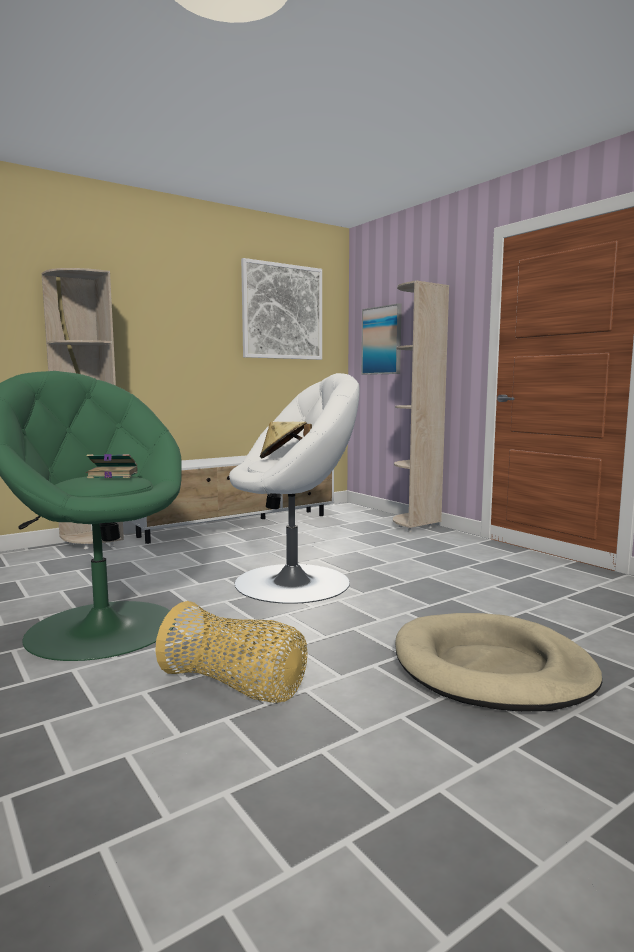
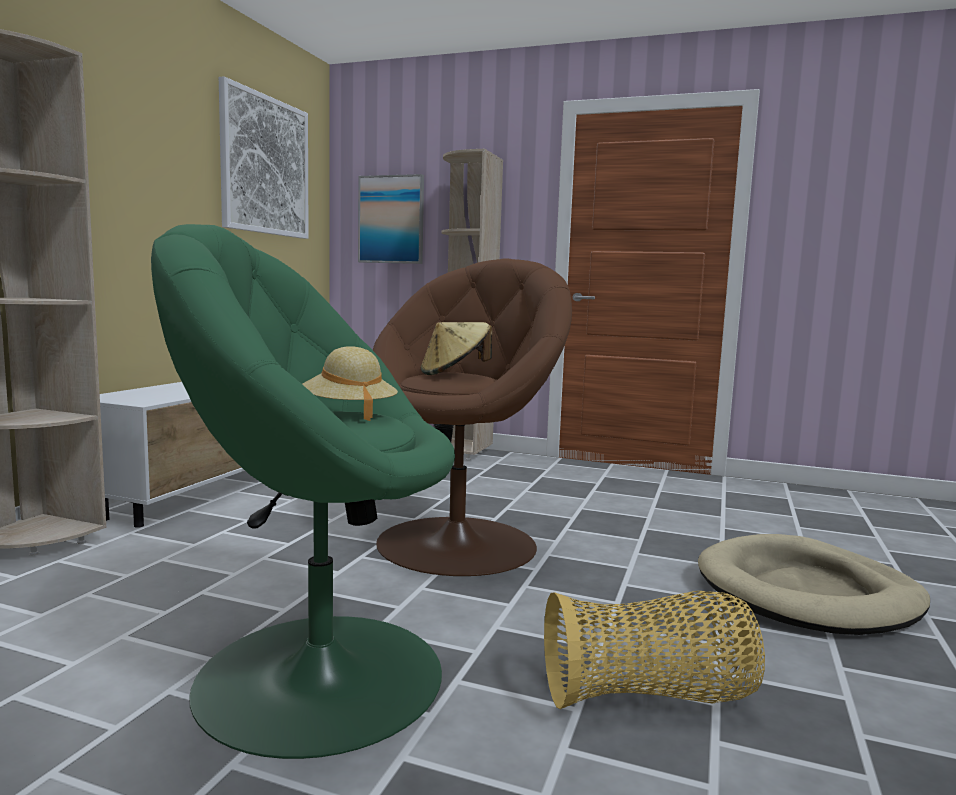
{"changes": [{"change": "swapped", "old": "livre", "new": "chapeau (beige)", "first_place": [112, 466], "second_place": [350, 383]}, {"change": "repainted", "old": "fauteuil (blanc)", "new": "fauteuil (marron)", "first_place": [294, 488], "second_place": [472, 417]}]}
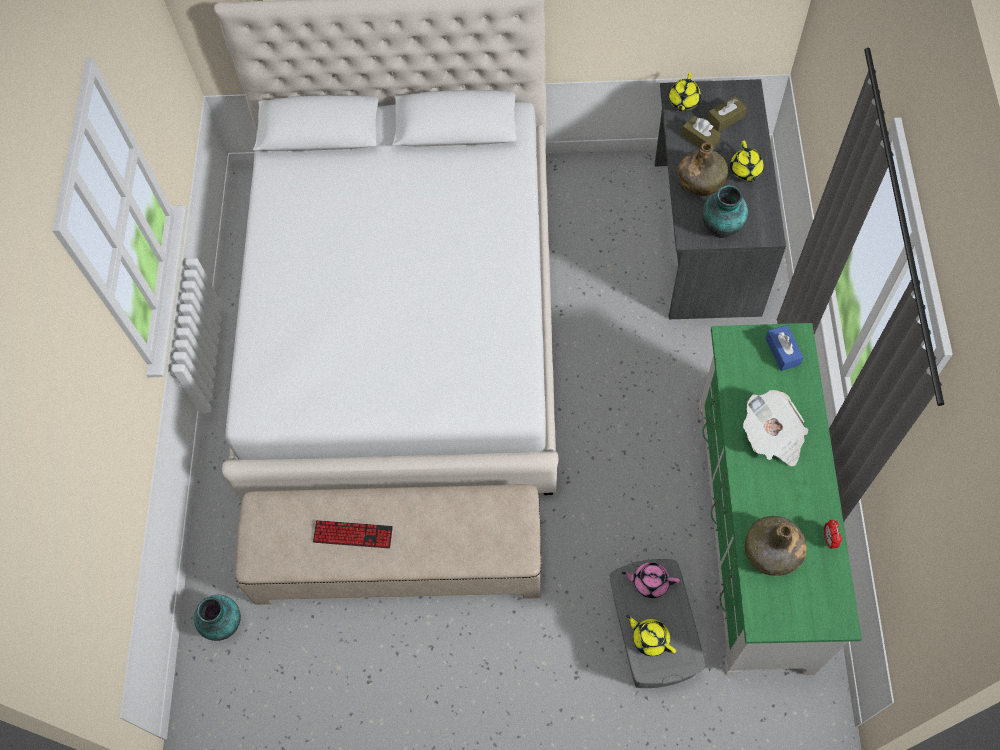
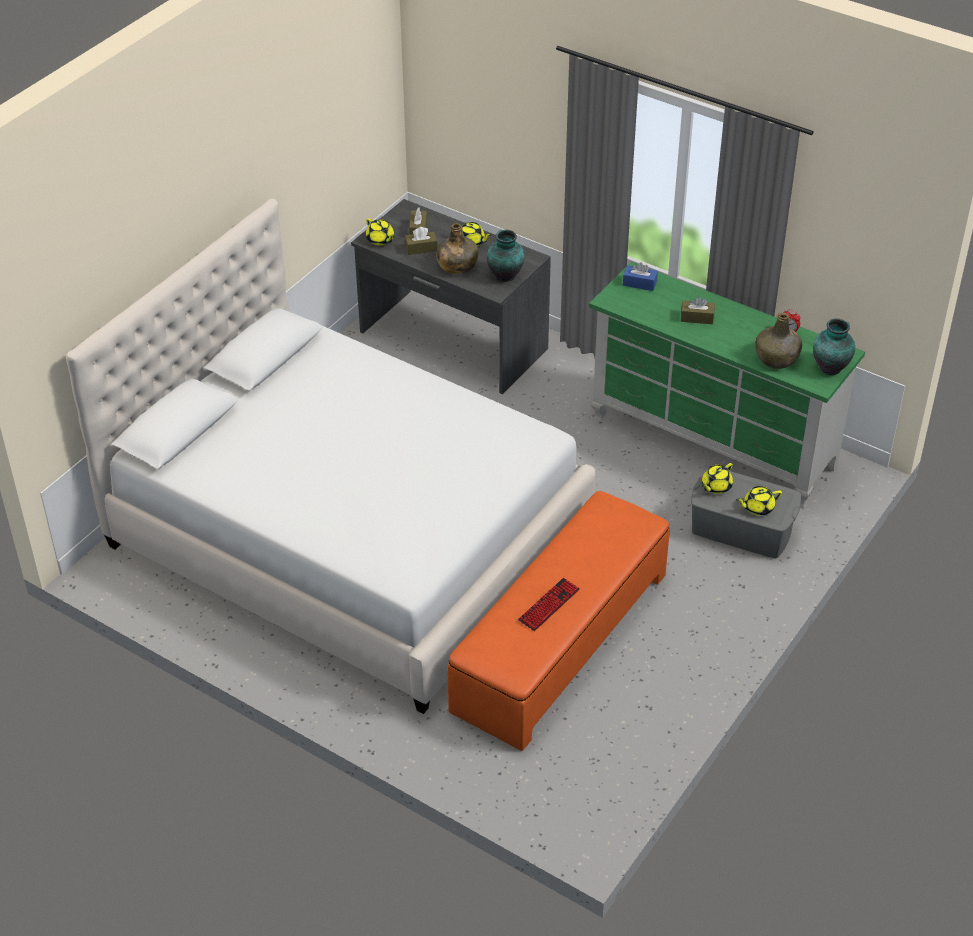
{"changes": [{"change": "shifted", "old": "vase", "first_place": [217, 618], "second_place": [834, 346]}, {"change": "swapped", "old": "journal", "new": "boîte à mouchoirs (marron)", "first_place": [775, 428], "second_place": [698, 310]}, {"change": "repainted", "old": "banc (beige)", "new": "banc (orange)", "first_place": [388, 544], "second_place": [558, 621]}, {"change": "repainted", "old": "théière (rose)", "new": "théière (jaune)", "first_place": [651, 580], "second_place": [717, 478]}]}
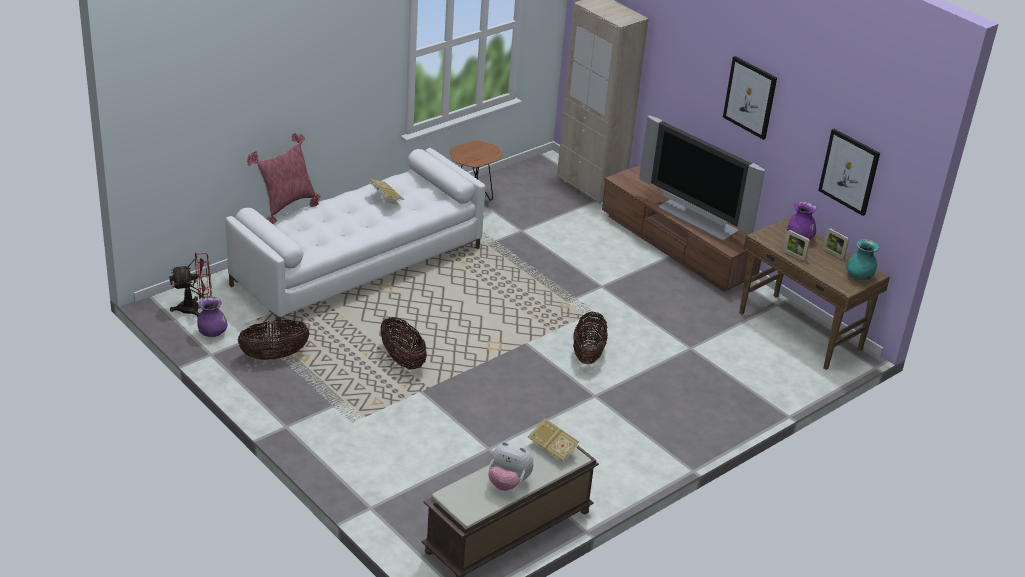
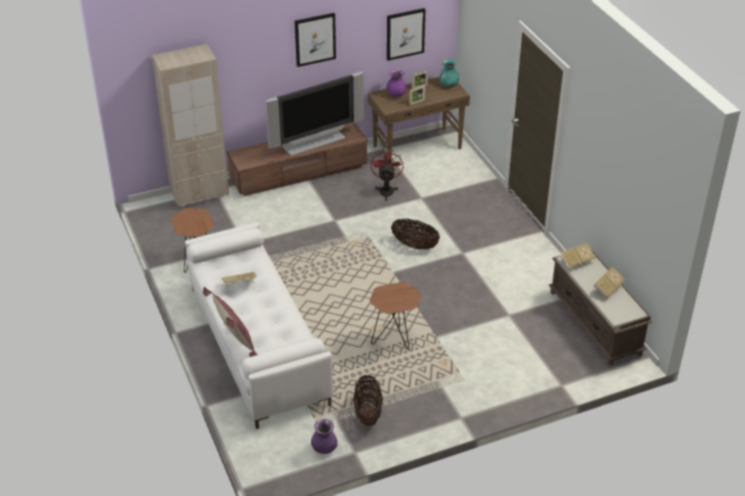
{"changes": [{"change": "shifted", "old": "ventilateur (rouge)", "first_place": [190, 285], "second_place": [387, 175]}, {"change": "swapped", "old": "panier", "new": "table d'appoint (marron)", "first_place": [404, 343], "second_place": [395, 316]}, {"change": "swapped", "old": "peluche", "new": "livre", "first_place": [510, 466], "second_place": [609, 282]}]}
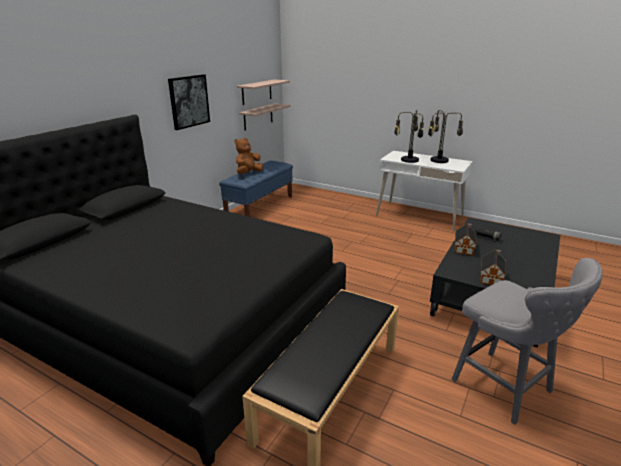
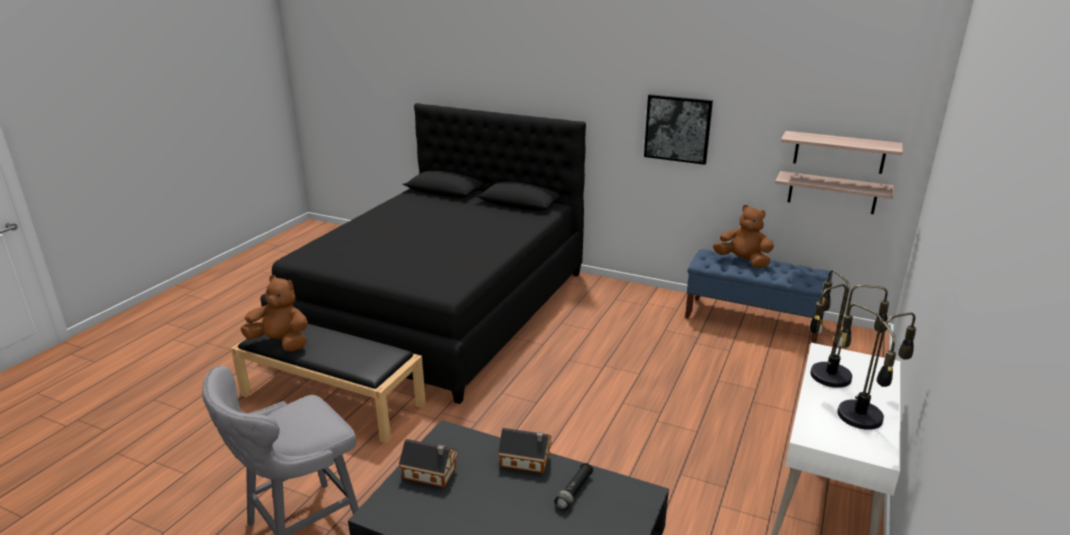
{"changes": [{"change": "new", "new": "peluche (marron)", "second_place": [274, 313]}]}
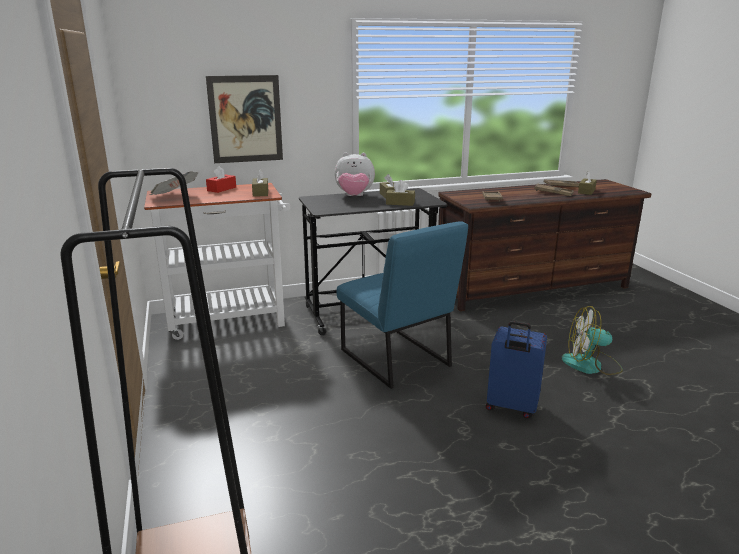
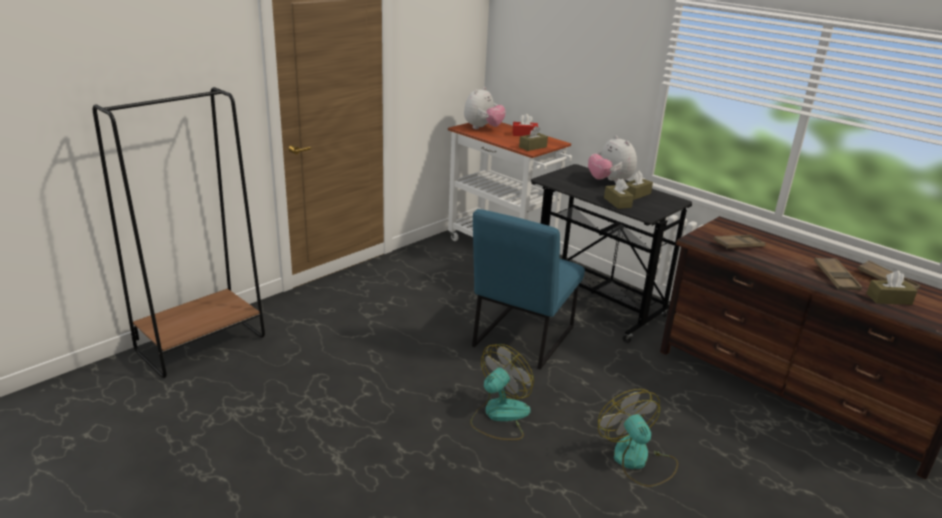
{"changes": [{"change": "gone", "old": "tableau", "first_place": [244, 119]}, {"change": "swapped", "old": "journal", "new": "peluche", "first_place": [174, 183], "second_place": [485, 108]}, {"change": "swapped", "old": "valise (bleu)", "new": "ventilateur", "first_place": [516, 369], "second_place": [502, 392]}]}
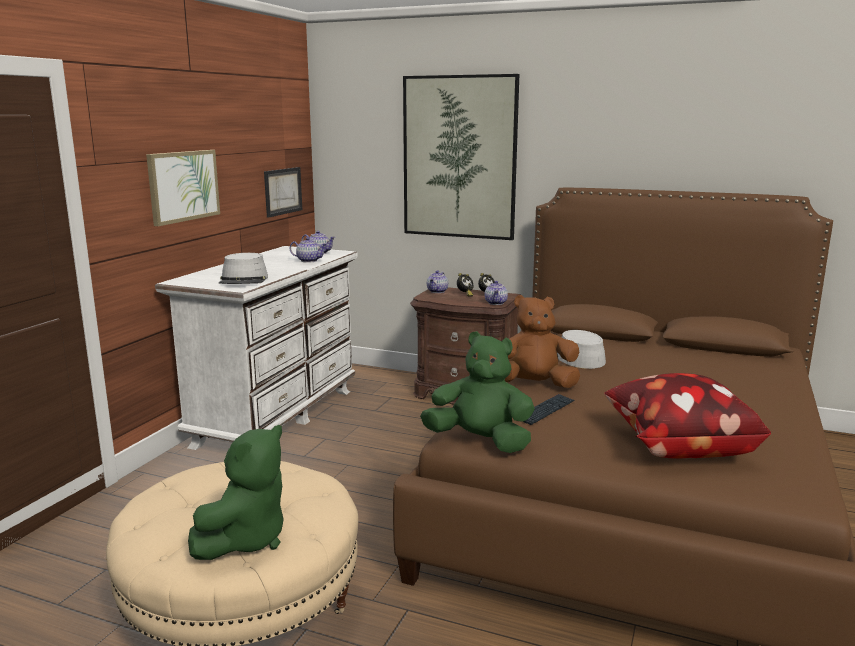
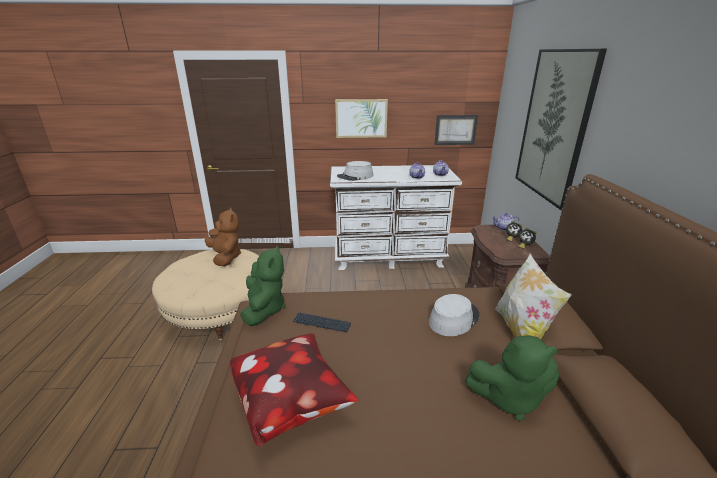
{"changes": [{"change": "gone", "old": "théière", "first_place": [496, 293]}, {"change": "new", "new": "coussin", "second_place": [533, 296]}, {"change": "shifted", "old": "peluche (vert)", "first_place": [236, 492], "second_place": [512, 378]}, {"change": "shifted", "old": "peluche (marron)", "first_place": [542, 341], "second_place": [223, 237]}]}
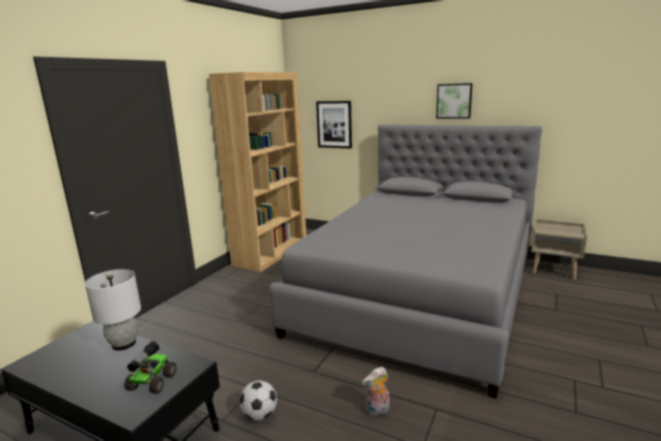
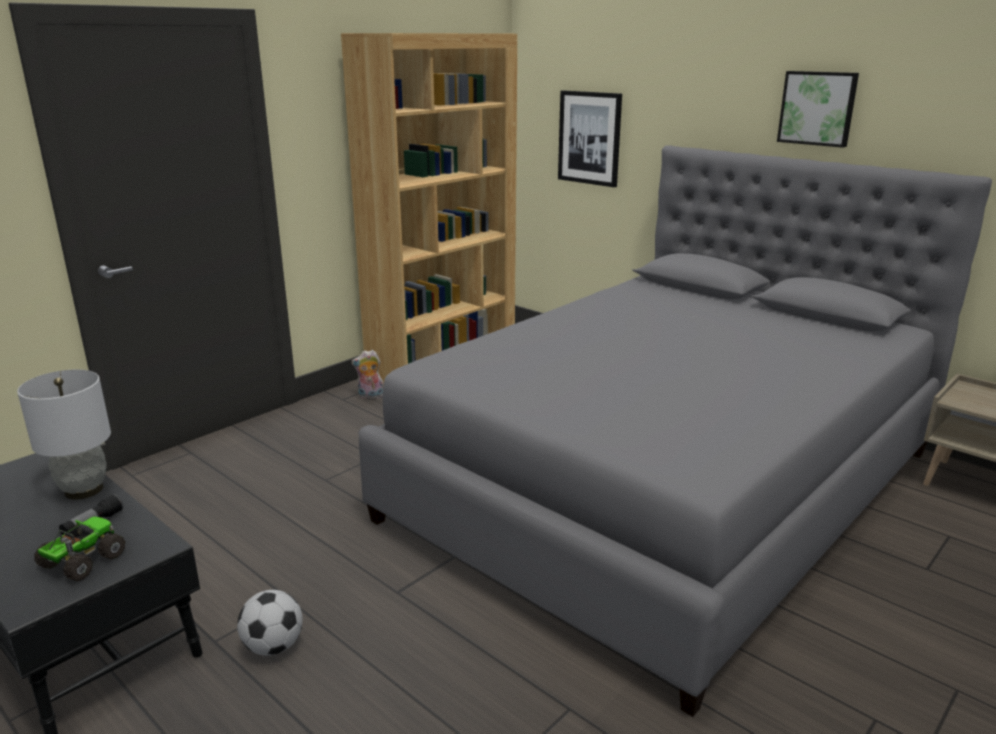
{"changes": [{"change": "shifted", "old": "peluche", "first_place": [376, 391], "second_place": [367, 374]}]}
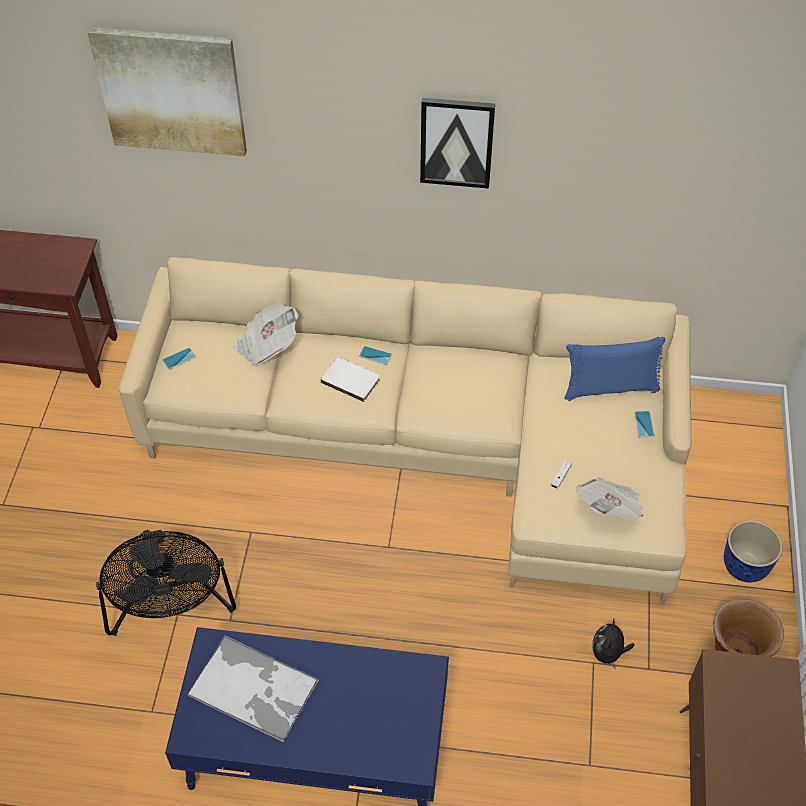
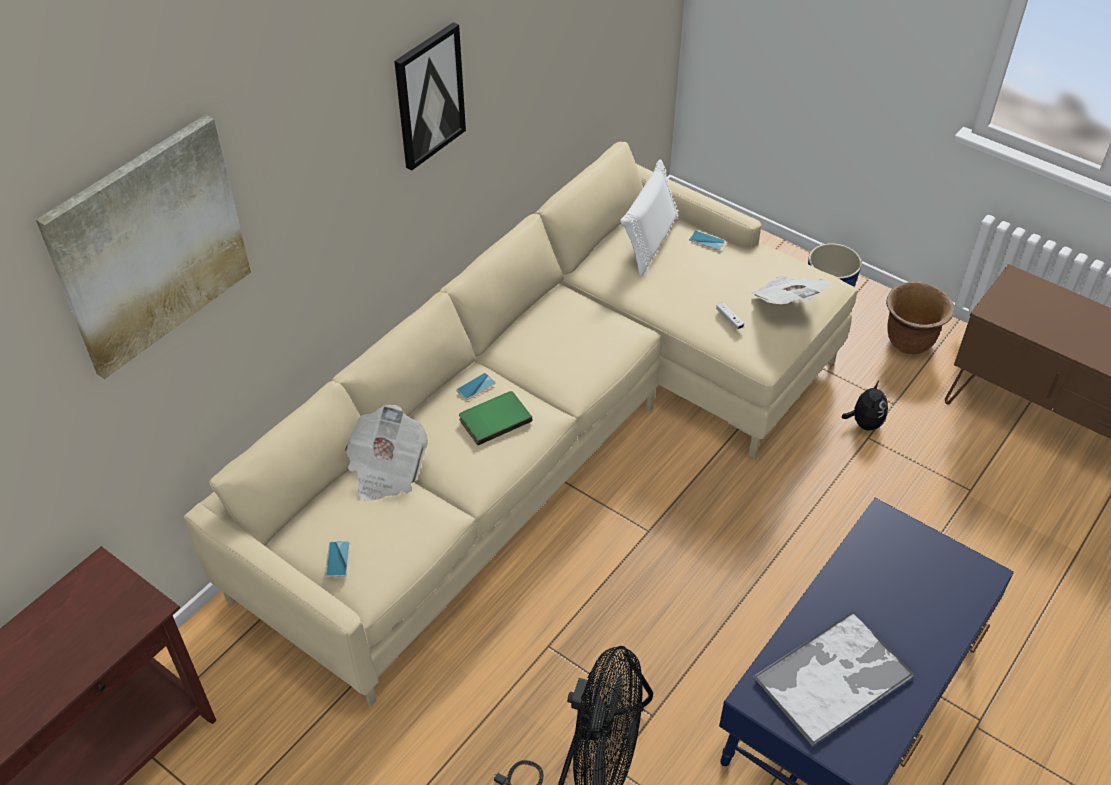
{"changes": [{"change": "repainted", "old": "livre (blanc)", "new": "livre (vert)", "first_place": [350, 379], "second_place": [495, 418]}, {"change": "repainted", "old": "coussin (bleu)", "new": "coussin (blanc)", "first_place": [615, 369], "second_place": [649, 218]}, {"change": "rotated", "old": "peluche", "first_place": [613, 643], "second_place": [865, 405], "degrees": -120}]}
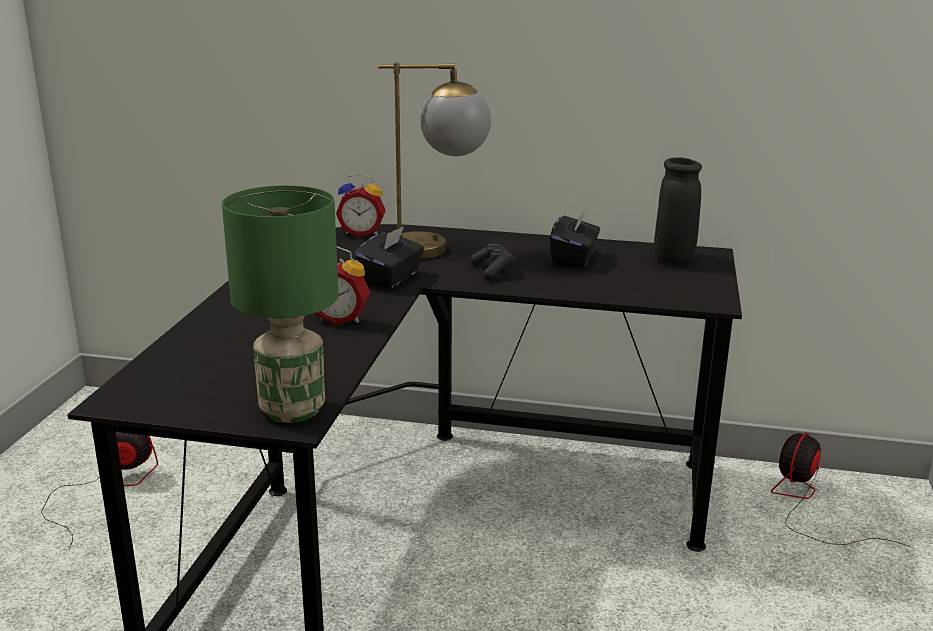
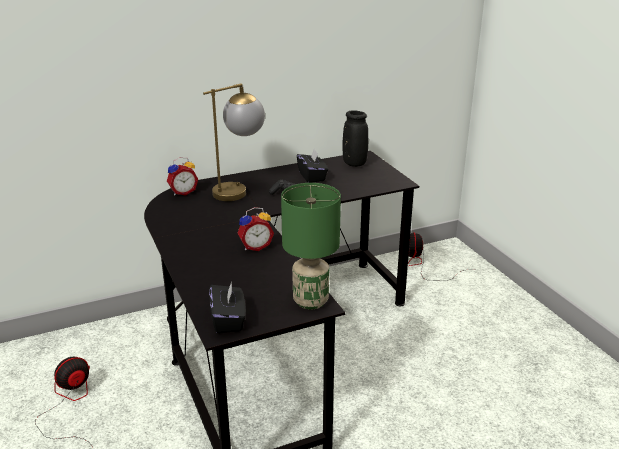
{"changes": [{"change": "shifted", "old": "boîte à mouchoirs (noir)", "first_place": [389, 257], "second_place": [227, 307]}]}
